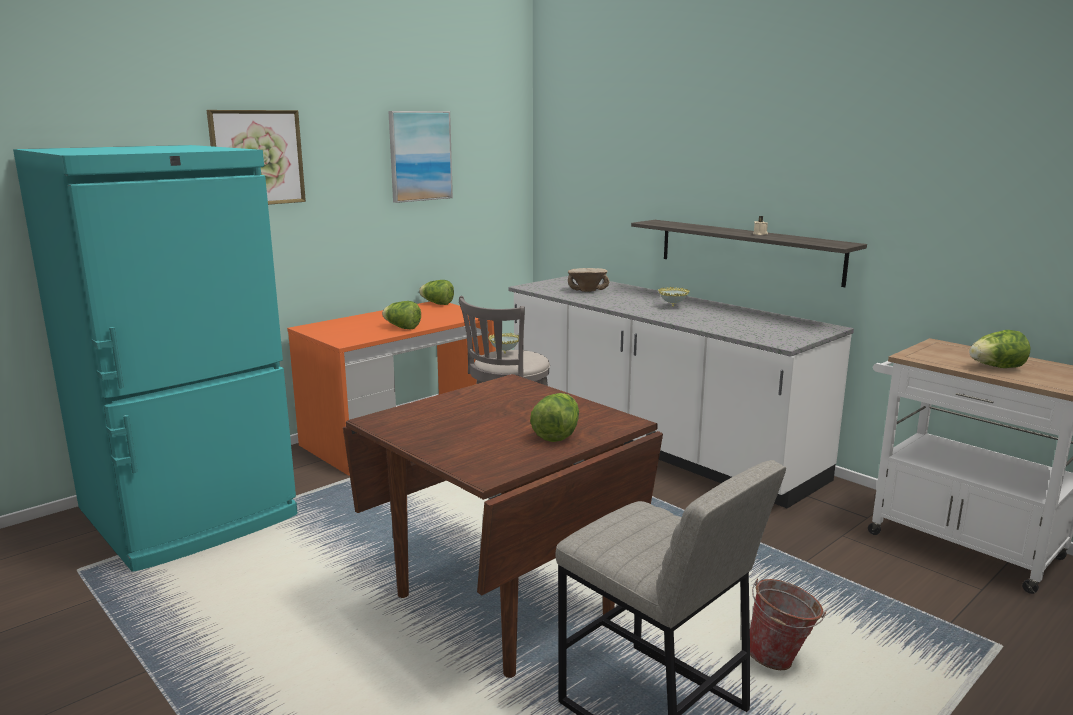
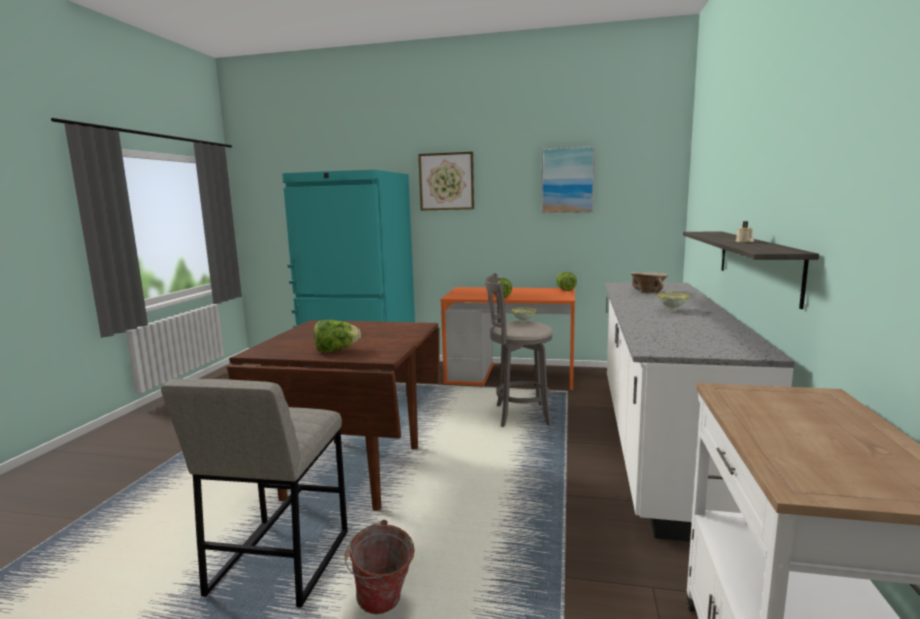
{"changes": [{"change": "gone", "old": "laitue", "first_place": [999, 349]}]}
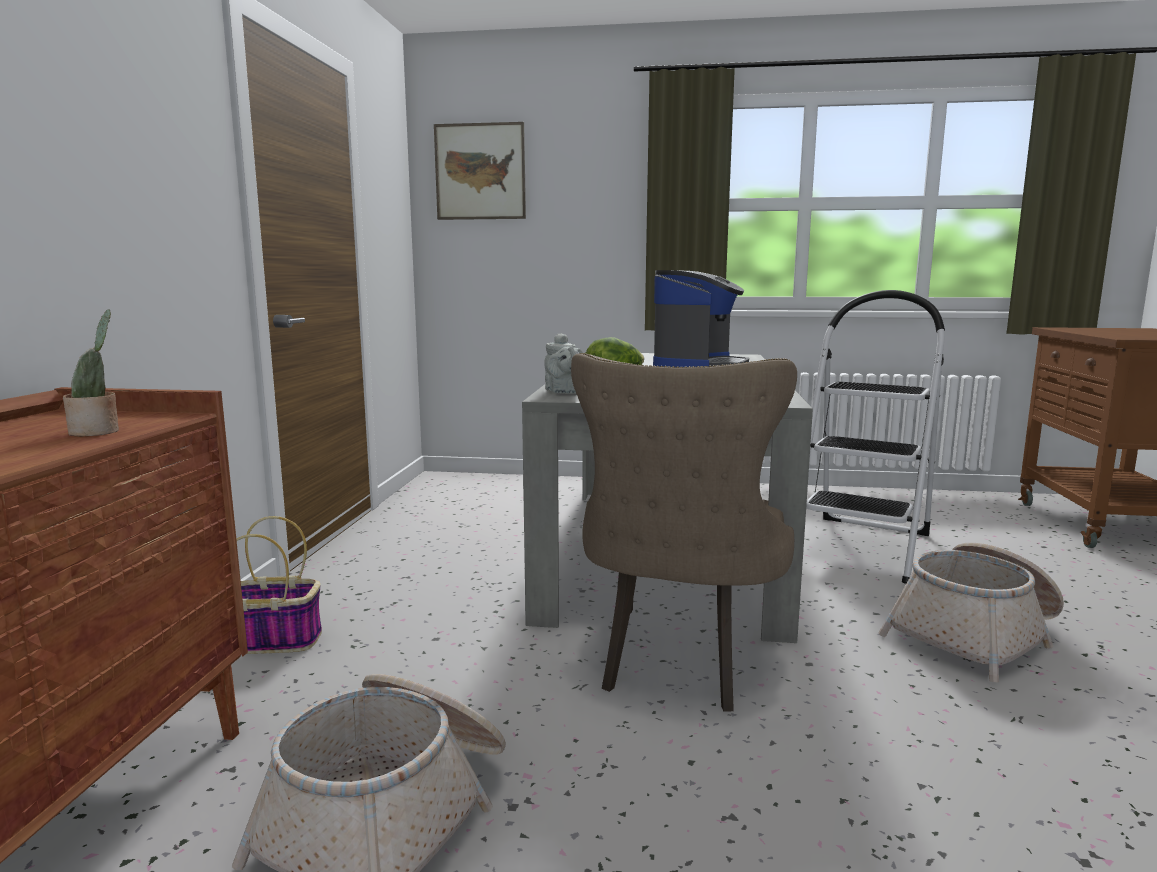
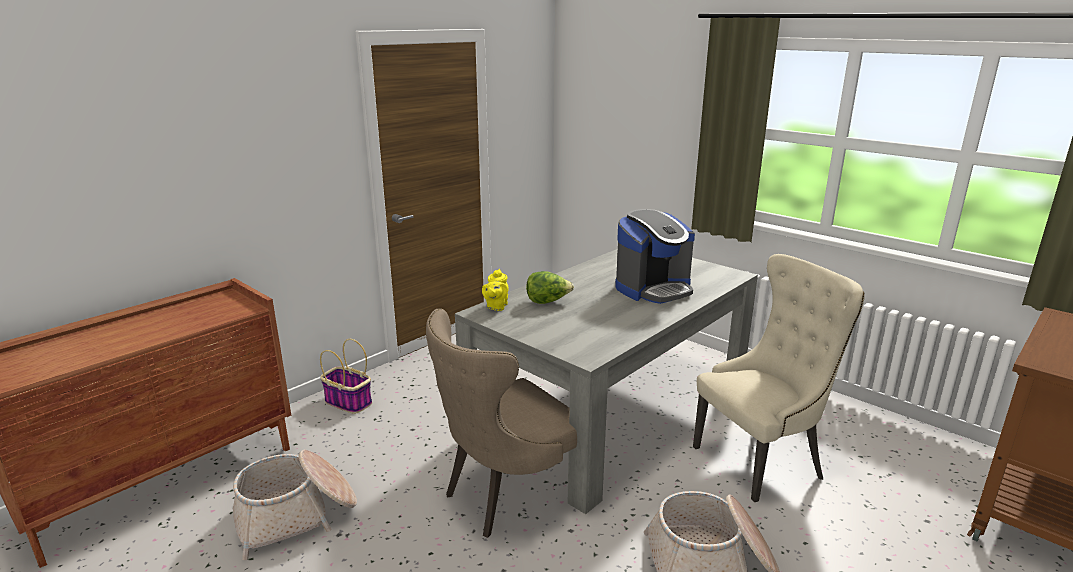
{"changes": [{"change": "gone", "old": "plante en pot", "first_place": [91, 373]}, {"change": "gone", "old": "tableau", "first_place": [480, 171]}, {"change": "swapped", "old": "escabeau", "new": "chaise (beige)", "first_place": [875, 437], "second_place": [779, 378]}, {"change": "repainted", "old": "théière (gris)", "new": "théière (jaune)", "first_place": [563, 363], "second_place": [495, 289]}]}
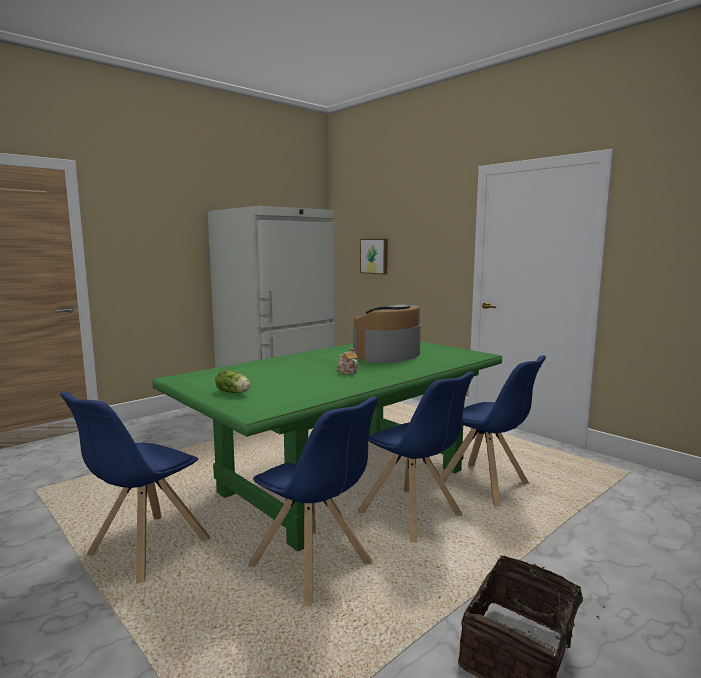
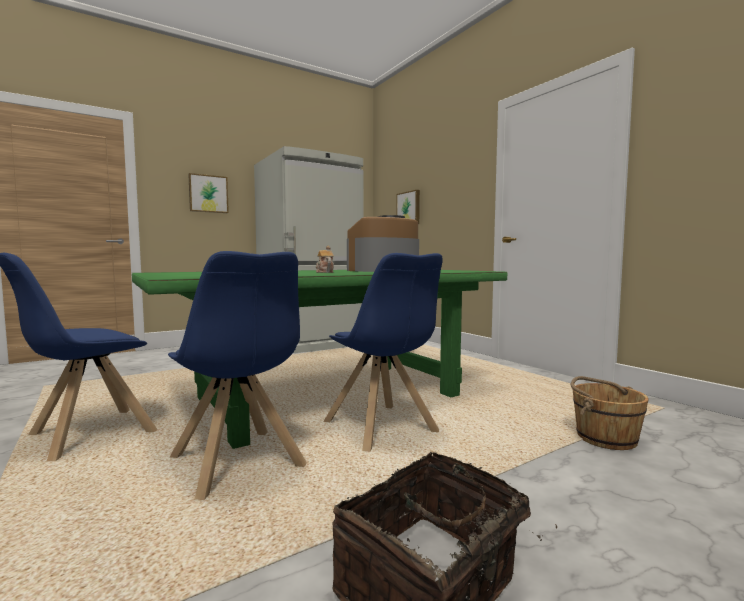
{"changes": [{"change": "gone", "old": "laitue", "first_place": [233, 381]}, {"change": "gone", "old": "chaise (bleu)", "first_place": [491, 431]}, {"change": "new", "new": "tableau", "second_place": [208, 193]}, {"change": "new", "new": "seau (marron)", "second_place": [610, 413]}]}
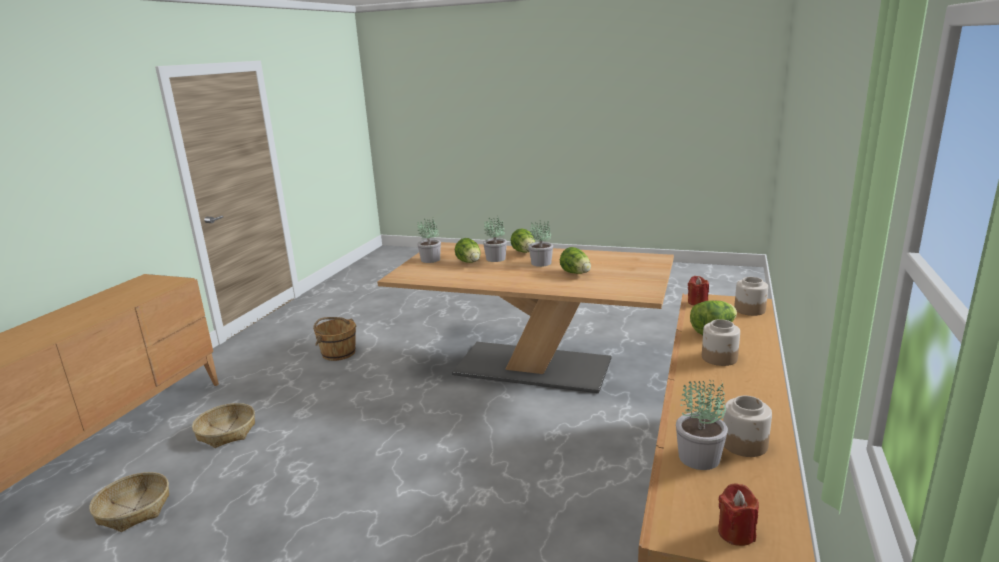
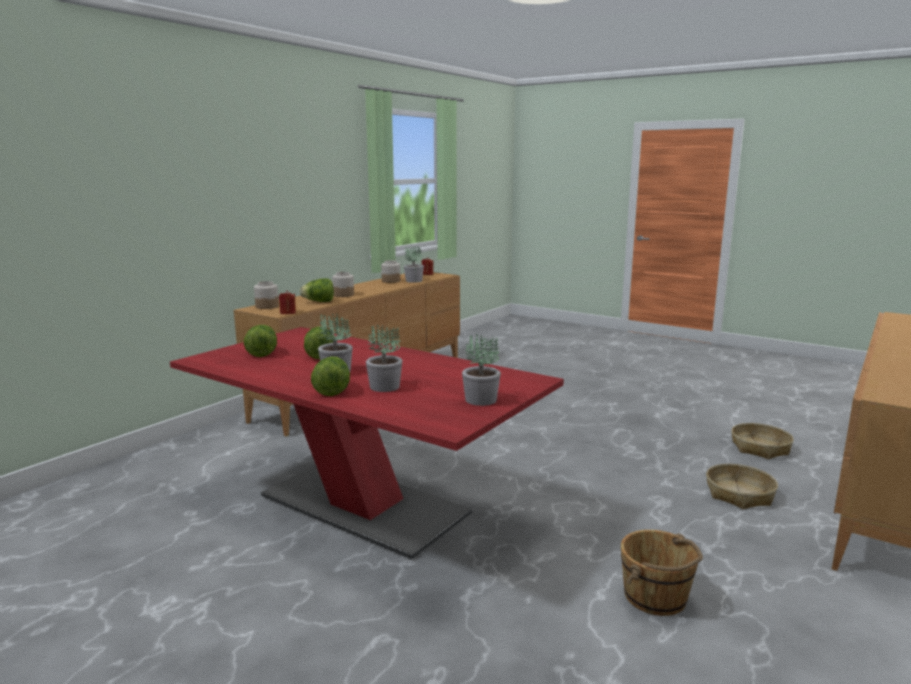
{"changes": [{"change": "shifted", "old": "laitue", "first_place": [468, 250], "second_place": [260, 341]}, {"change": "repainted", "old": "table à manger (beige)", "new": "table à manger (rouge)", "first_place": [525, 317], "second_place": [367, 443]}]}
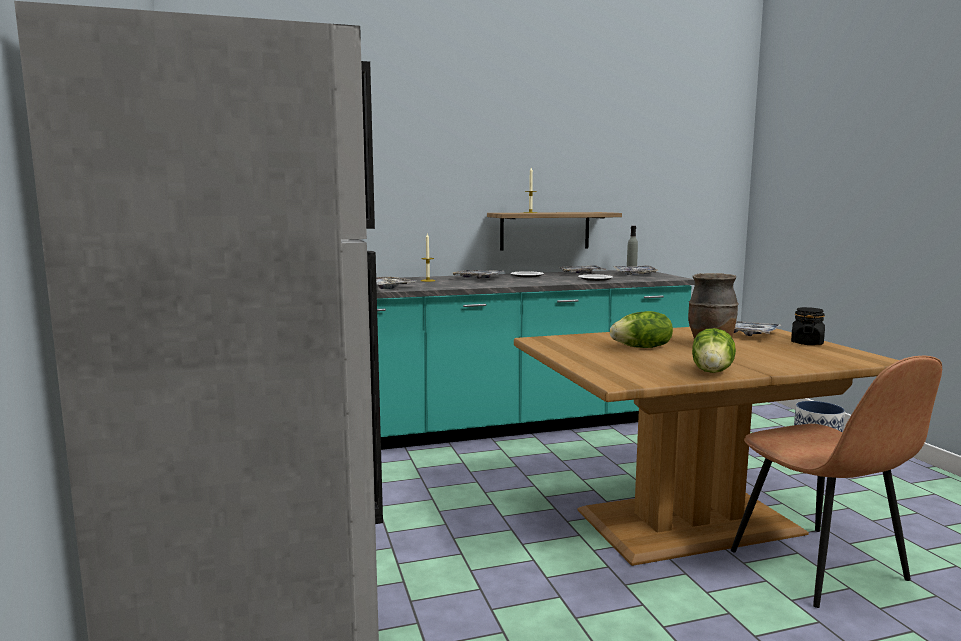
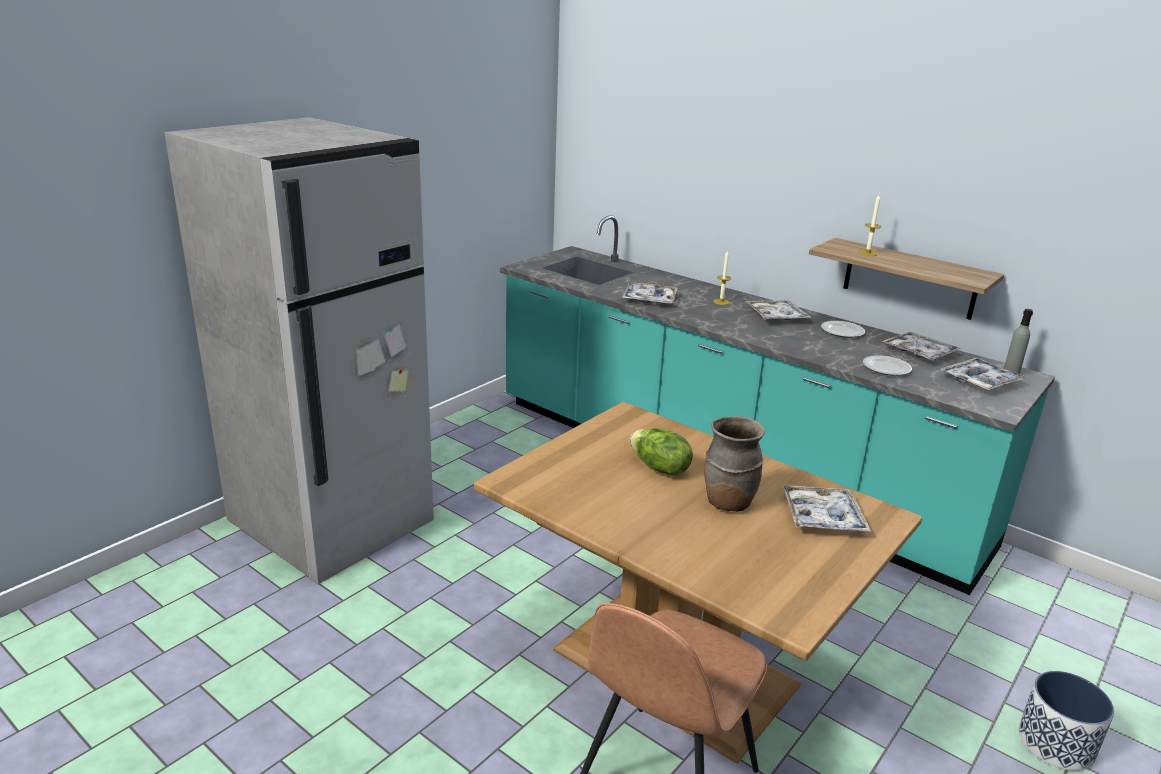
{"changes": [{"change": "gone", "old": "laitue", "first_place": [714, 350]}, {"change": "gone", "old": "bocal (noir)", "first_place": [808, 326]}]}
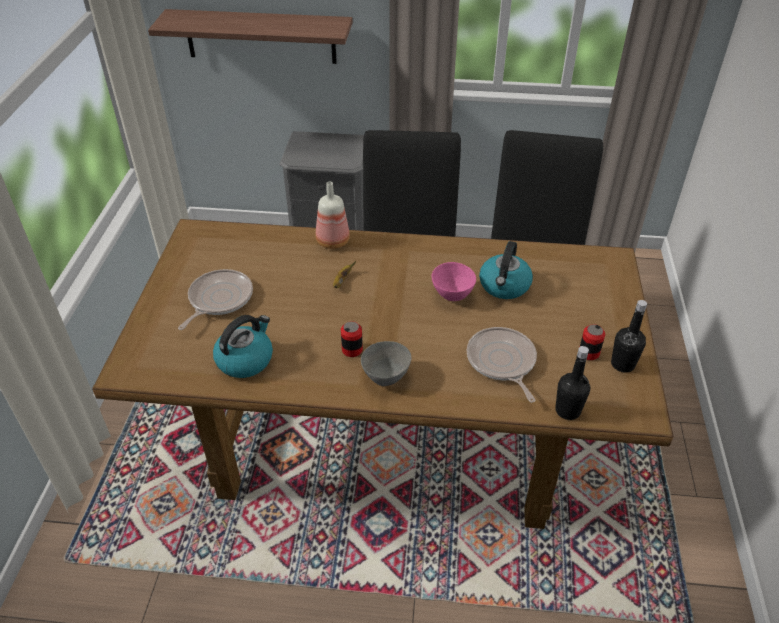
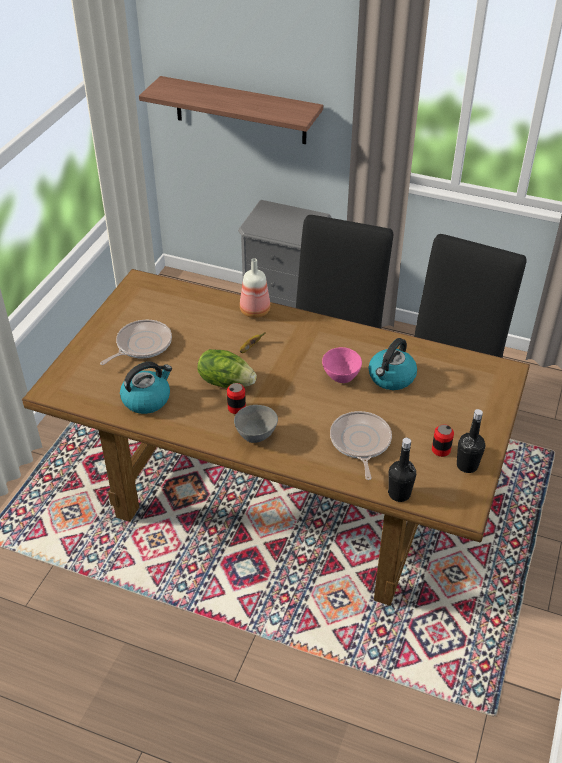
{"changes": [{"change": "new", "new": "laitue", "second_place": [227, 368]}]}
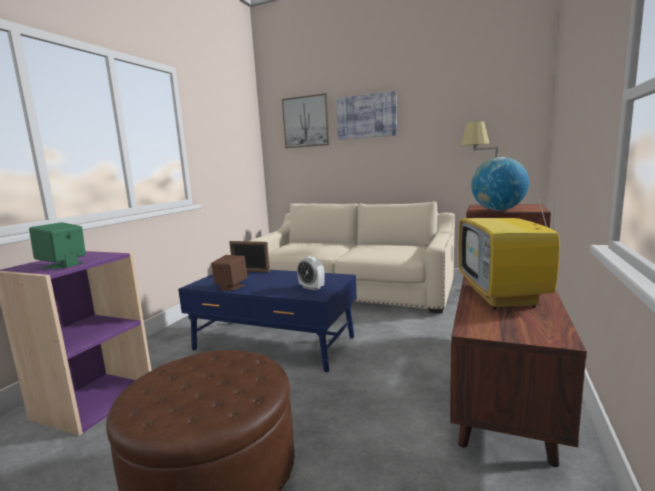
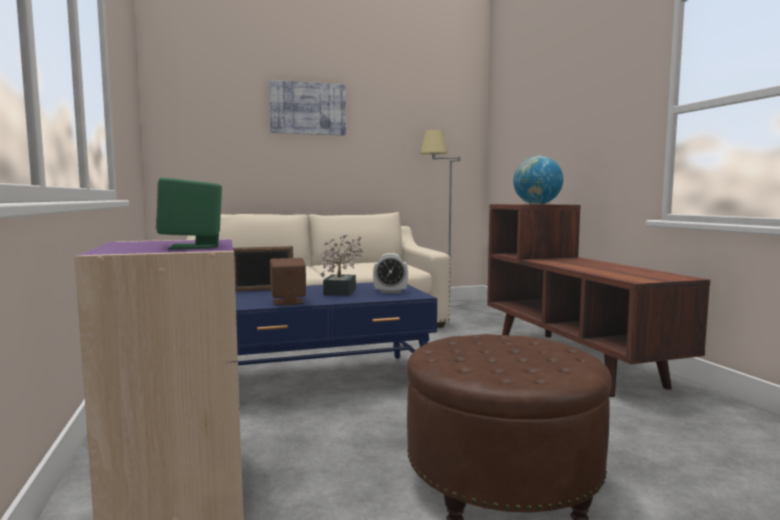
{"changes": [{"change": "gone", "old": "tableau", "first_place": [306, 120]}, {"change": "gone", "old": "téléviseur", "first_place": [509, 237]}, {"change": "new", "new": "plante en pot", "second_place": [341, 265]}]}
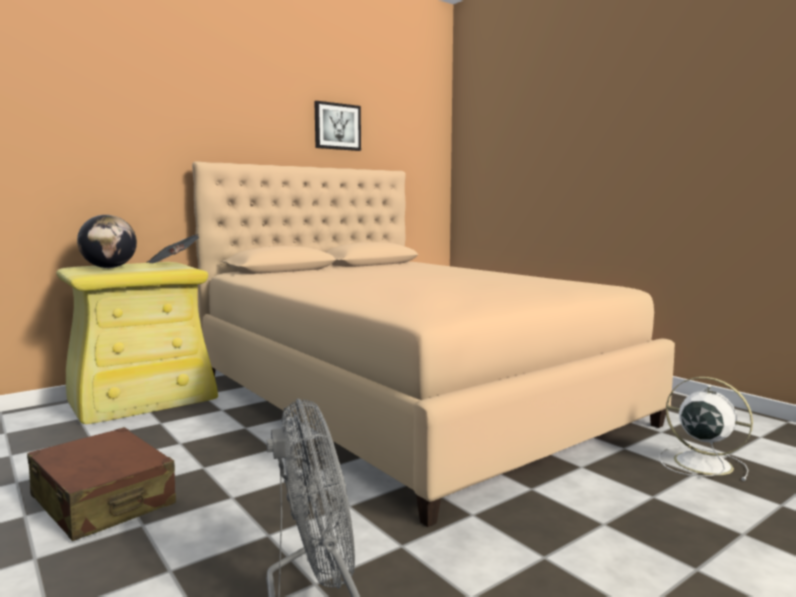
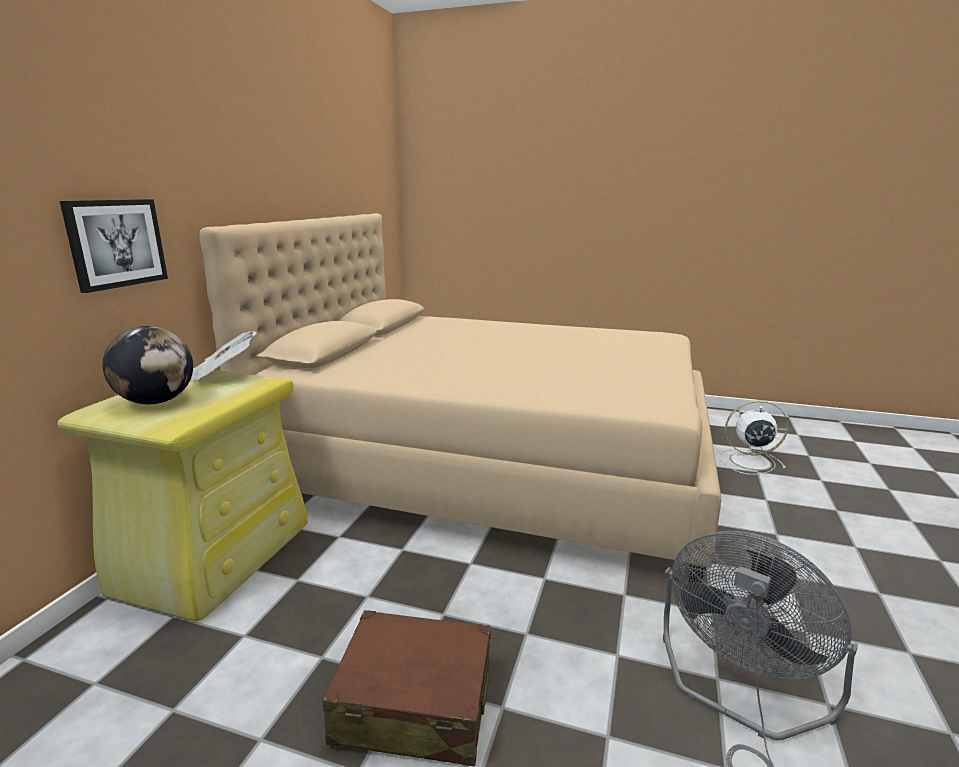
{"changes": [{"change": "shifted", "old": "tableau", "first_place": [337, 126], "second_place": [114, 246]}]}
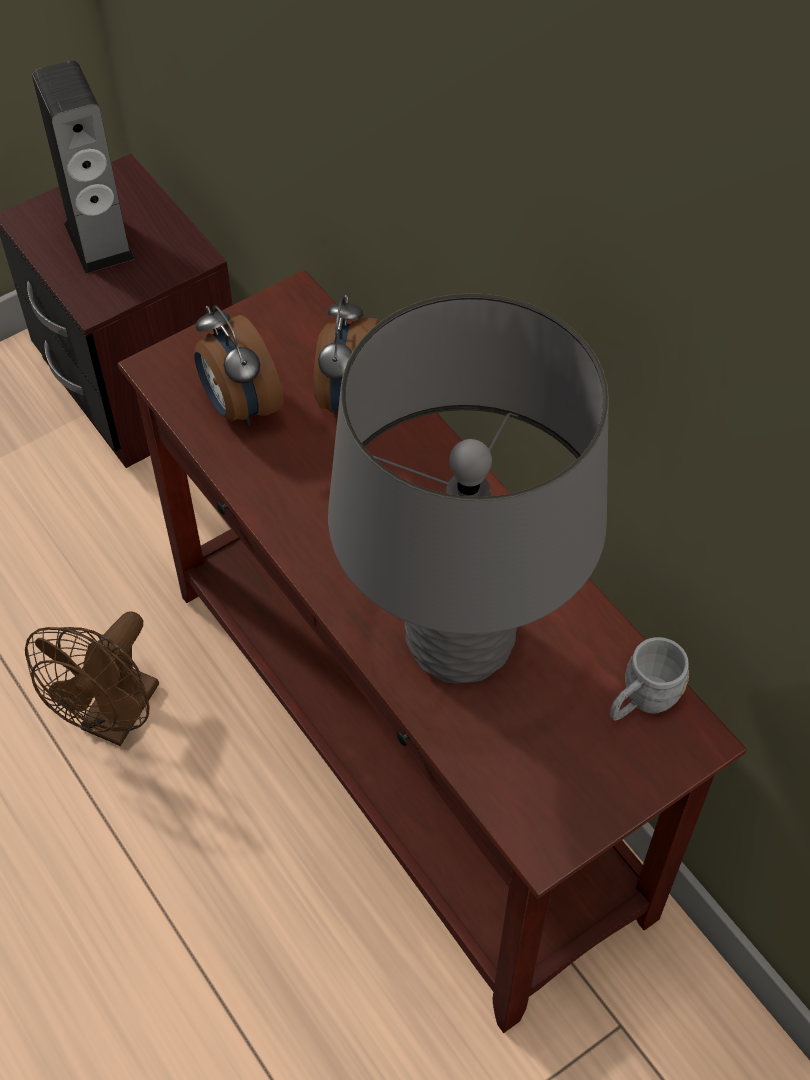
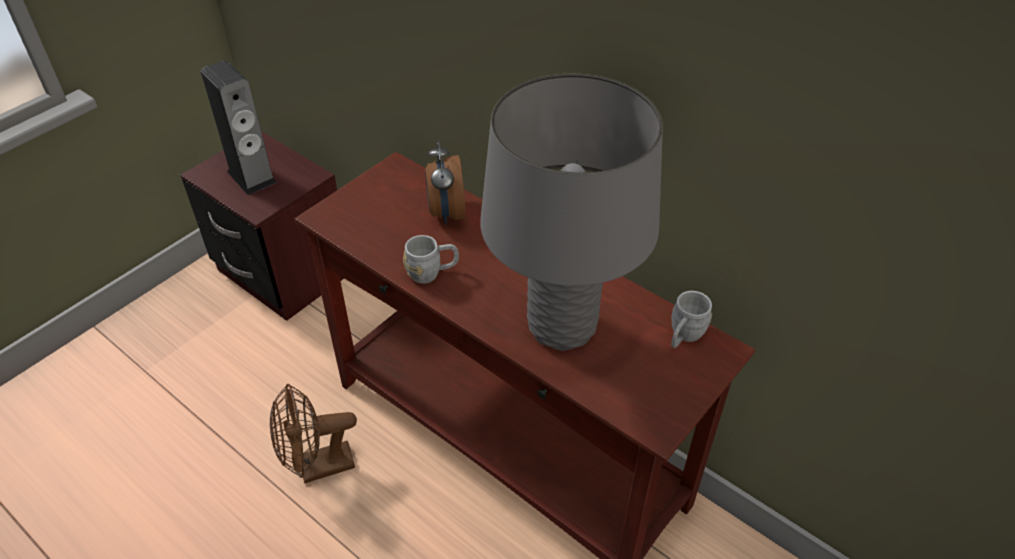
{"changes": [{"change": "gone", "old": "réveil", "first_place": [239, 365]}, {"change": "new", "new": "mug (gris)", "second_place": [431, 259]}, {"change": "rotated", "old": "ventilateur (marron)", "first_place": [92, 678], "second_place": [313, 434], "degrees": 60}]}
